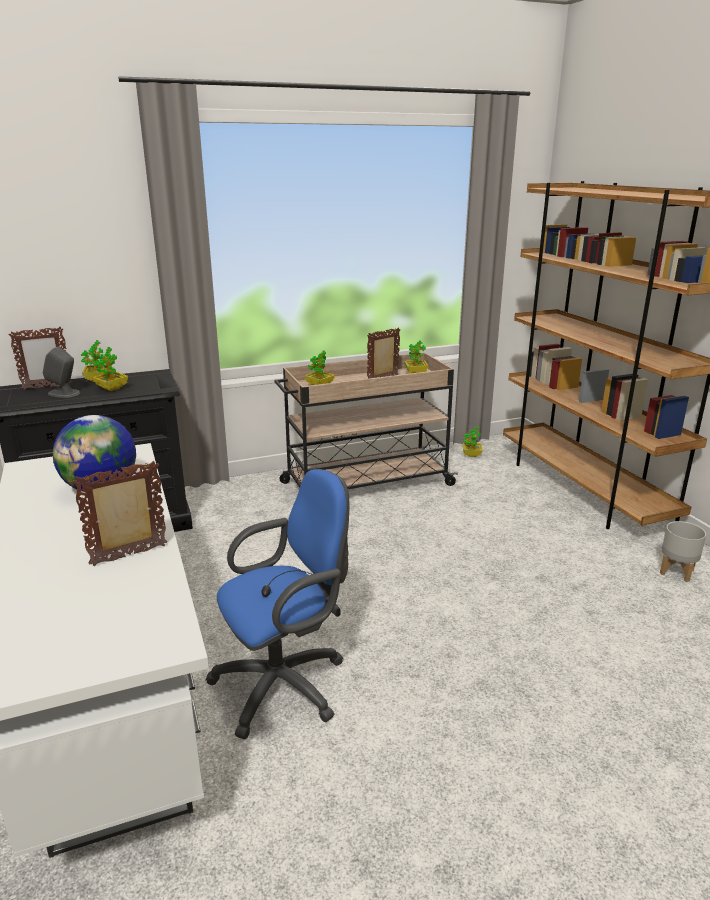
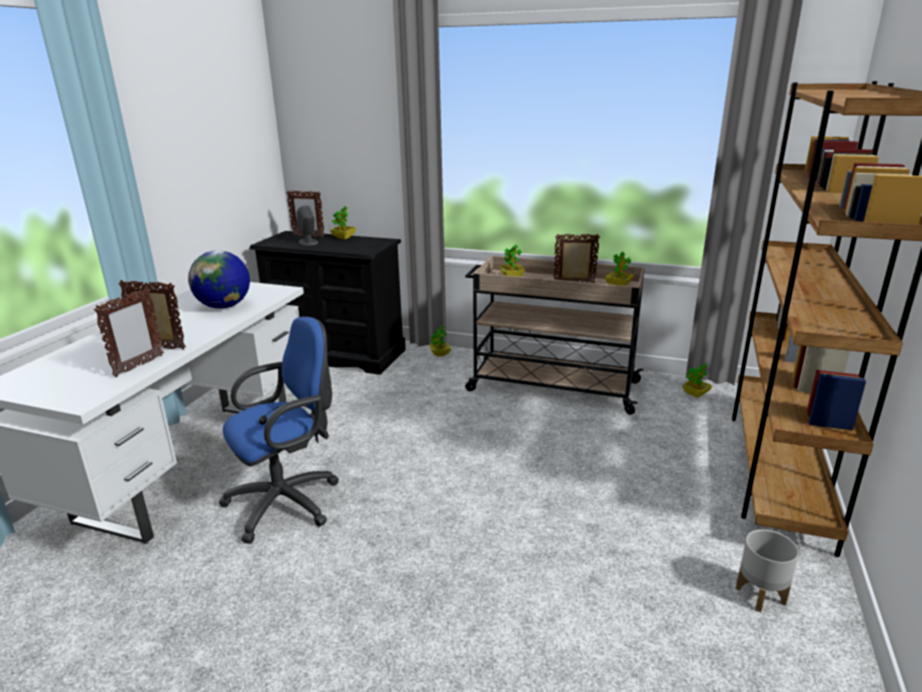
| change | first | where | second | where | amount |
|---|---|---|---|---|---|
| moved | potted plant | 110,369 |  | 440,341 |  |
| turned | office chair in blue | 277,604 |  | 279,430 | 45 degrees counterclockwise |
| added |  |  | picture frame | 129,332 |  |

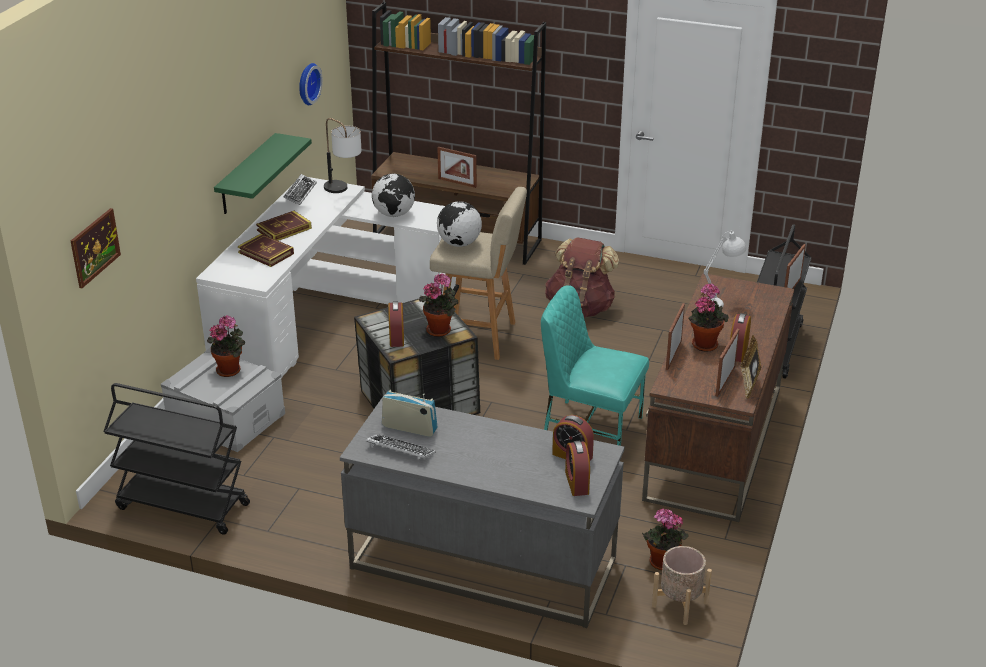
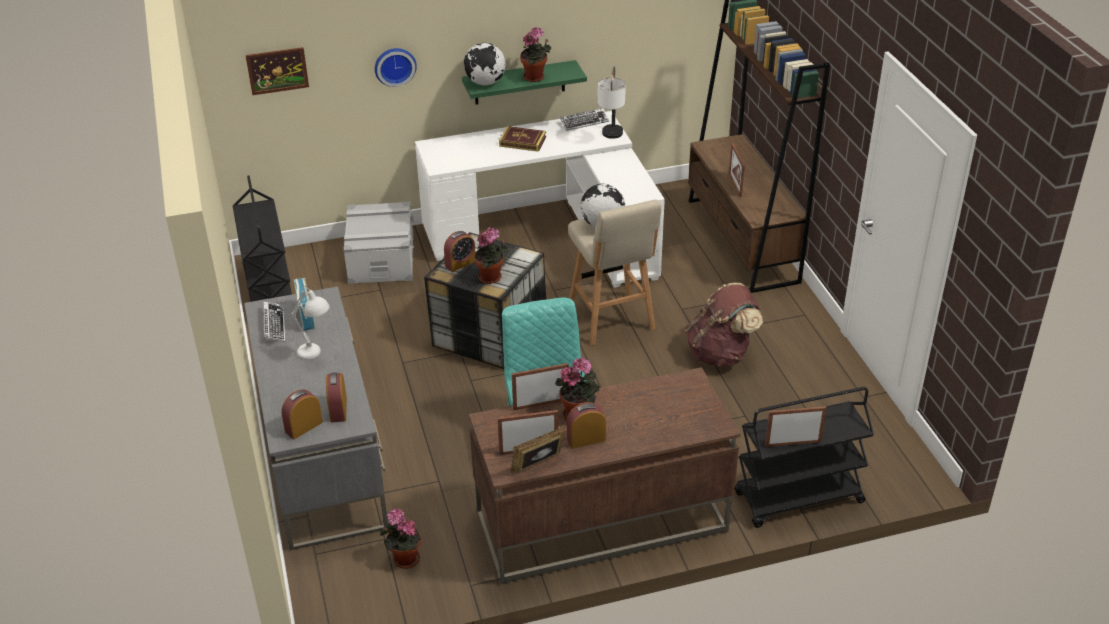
| change | first | where | second | where | amount |
|---|---|---|---|---|---|
| moved | wall clock | 311,84 |  | 396,67 |  |
| moved | globe | 393,195 |  | 485,64 |  |
| moved | table lamp in white | 725,269 |  | 310,324 |  |
| removed | book | 266,250 |  |  |  |
| moved | potted plant | 226,346 |  | 535,54 |  |
| removed | planter in beige | 682,585 |  |  |  |

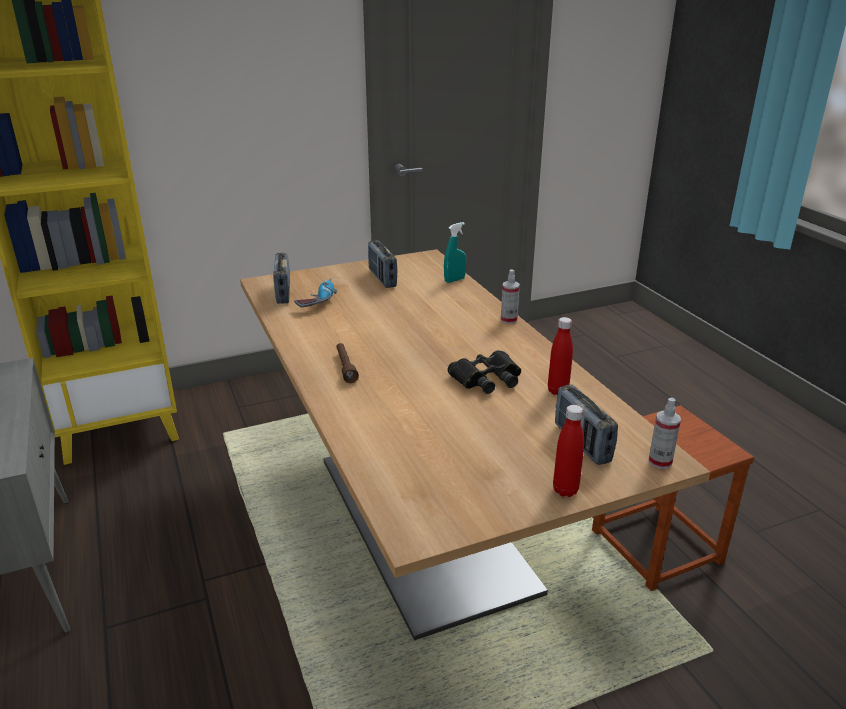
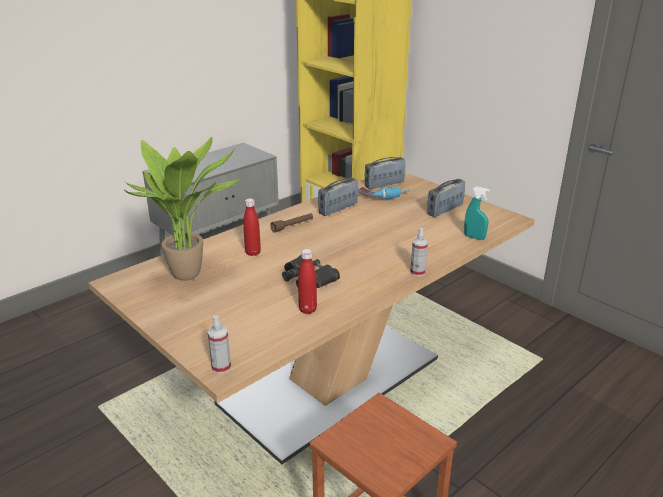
| change | first | where | second | where | amount |
|---|---|---|---|---|---|
| moved | radio | 586,424 |  | 338,197 |  |
| moved | bottle in red | 568,451 |  | 252,227 |  |
| added |  |  | potted plant | 182,209 |  |

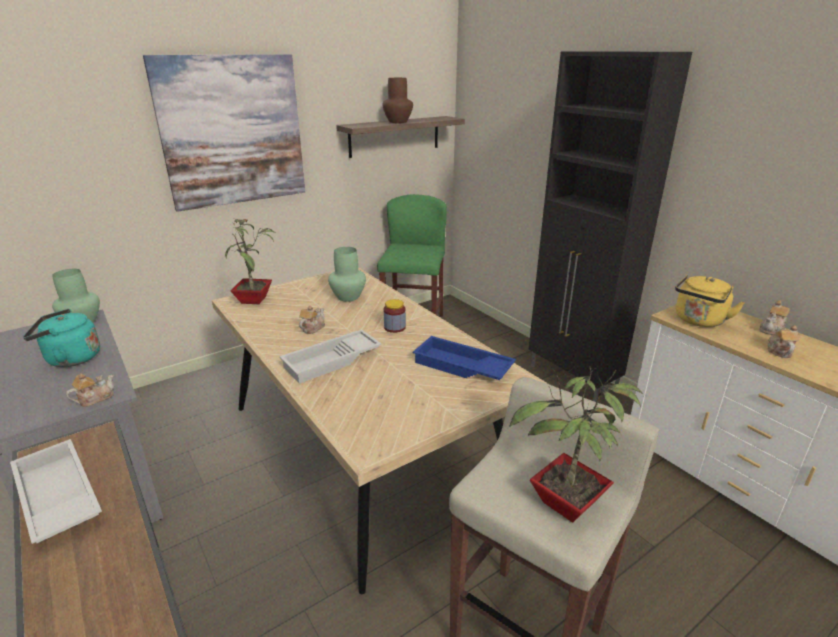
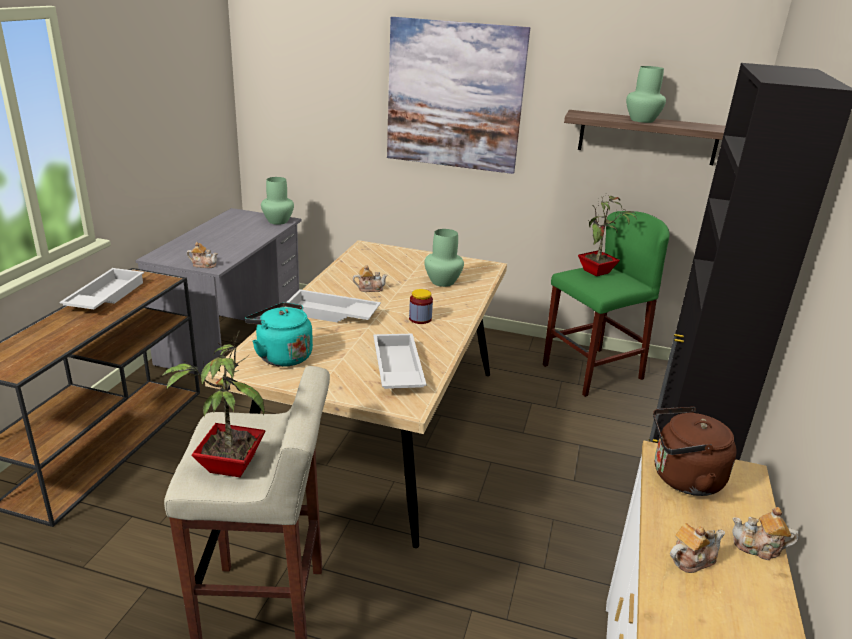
| change | first | where | second | where | amount |
|---|---|---|---|---|---|
| recoloured | vase in brown | 398,100 | vase in green | 646,94 |  |
| moved | potted plant | 251,261 |  | 607,235 |  |
| recoloured | kettle in yellow | 710,301 | kettle in brown | 695,451 |  |
| moved | kettle in turquoise | 61,338 |  | 279,334 |  |
| recoloured | tray in blue | 464,358 | tray in white | 400,361 |  |

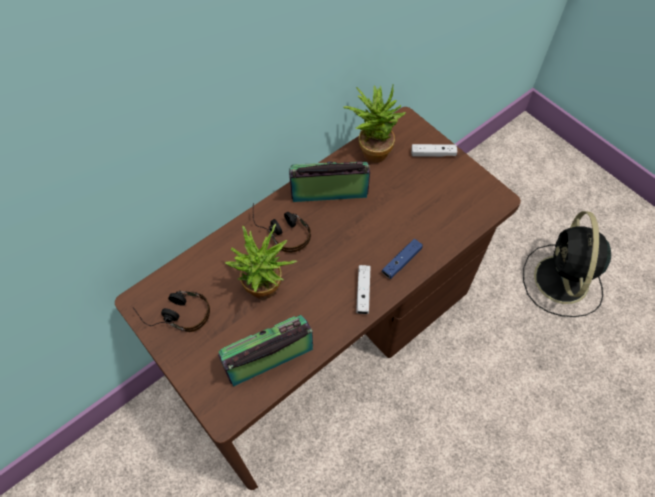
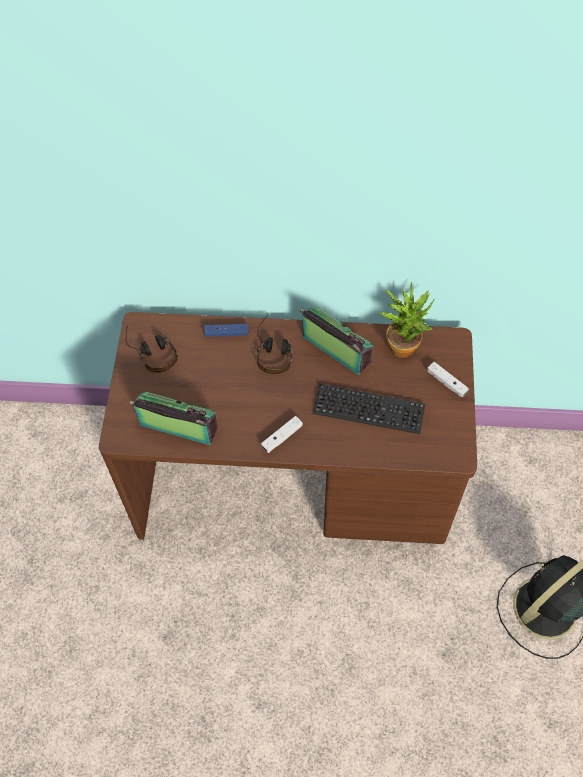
| change | first | where | second | where | amount |
|---|---|---|---|---|---|
| removed | potted plant | 261,261 |  |  |  |
| moved | game controller in blue | 402,259 |  | 226,330 |  |
| added |  |  | keyboard | 369,409 |  |

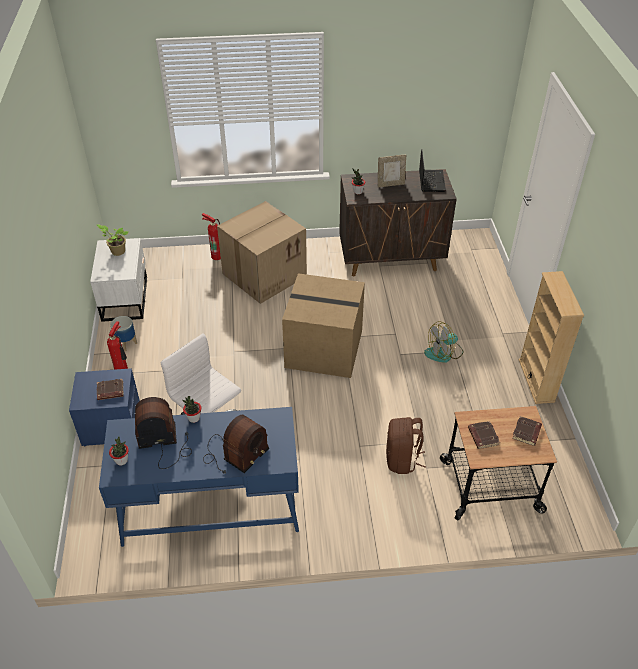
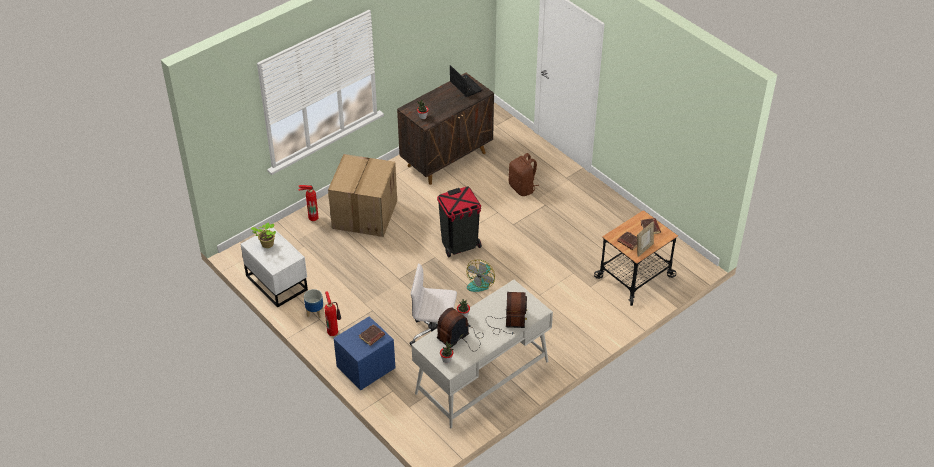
| change | first | where | second | where | amount |
|---|---|---|---|---|---|
| moved | picture frame | 392,171 |  | 645,239 |  |
| removed | bookcase in beige | 551,337 |  |  |  |
| replaced | cardboard box | 323,325 | trash can in black | 459,221 |  |
| moved | fan | 443,342 |  | 481,276 |  |
| recoloured | desk in blue | 199,477 | desk in white | 482,354 |  |
| moved | backpack in brown | 406,445 |  | 524,174 |  |

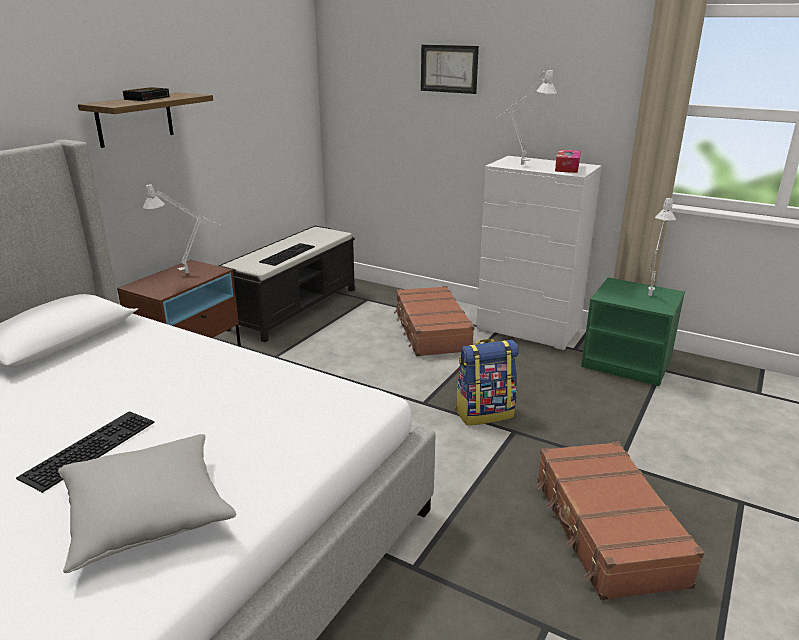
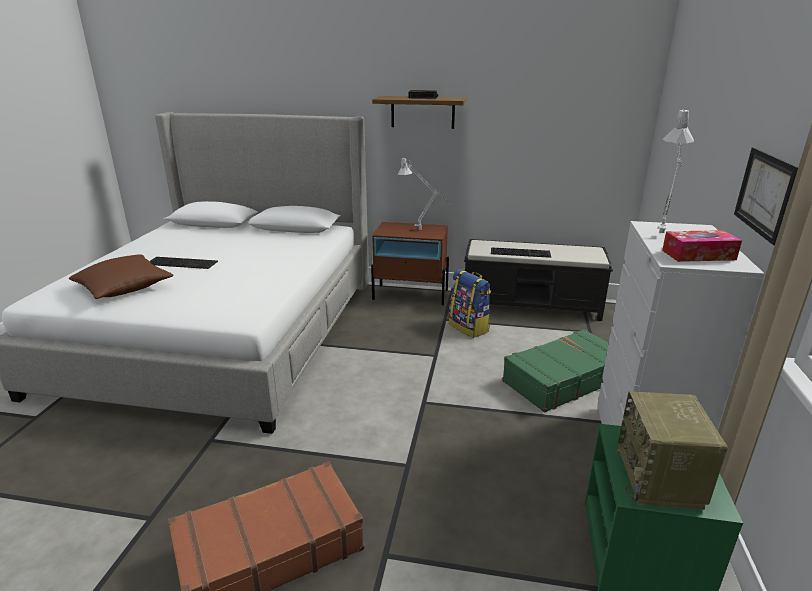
| change | first | where | second | where | amount |
|---|---|---|---|---|---|
| moved | picture | 450,69 |  | 766,196 |  |
| replaced | table lamp in grey | 662,246 | radio | 672,450 |  |
| recoloured | suitcase in brown | 434,321 | suitcase in green | 555,371 |  |
| moved | backpack | 487,382 |  | 470,303 |  |
| recoloured | pillow in grey | 147,503 | pillow in brown | 121,277 |  |

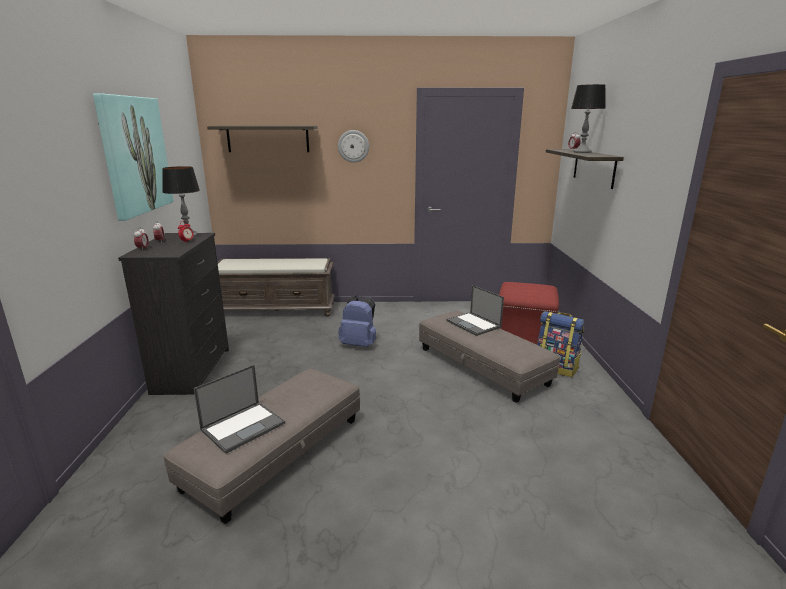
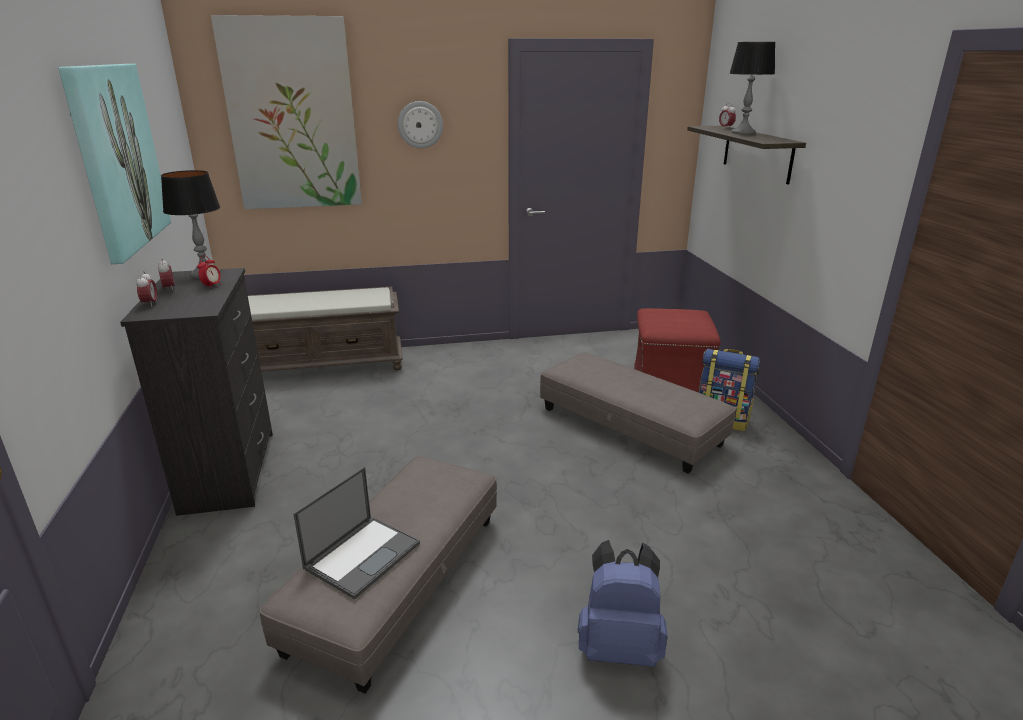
| change | first | where | second | where | amount |
|---|---|---|---|---|---|
| replaced | shelf | 262,139 | picture | 286,112 |  |
| removed | laptop | 475,310 |  |  |  |
| moved | backpack in blue | 357,321 |  | 623,603 |  |

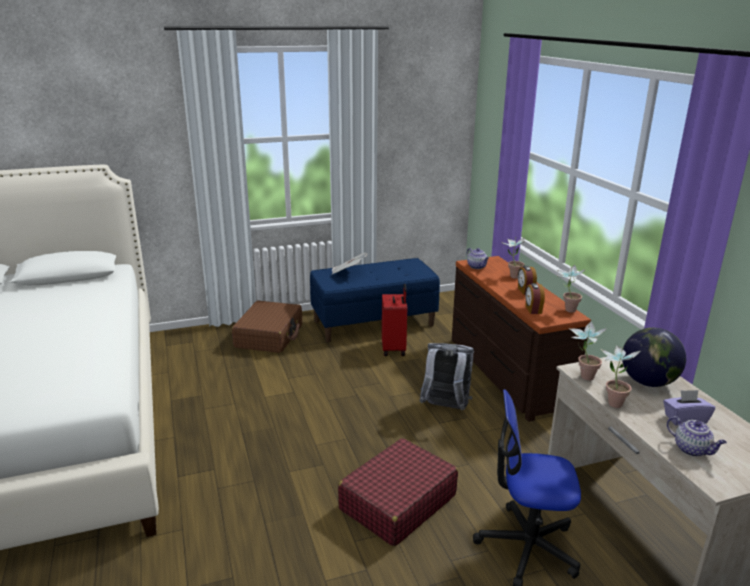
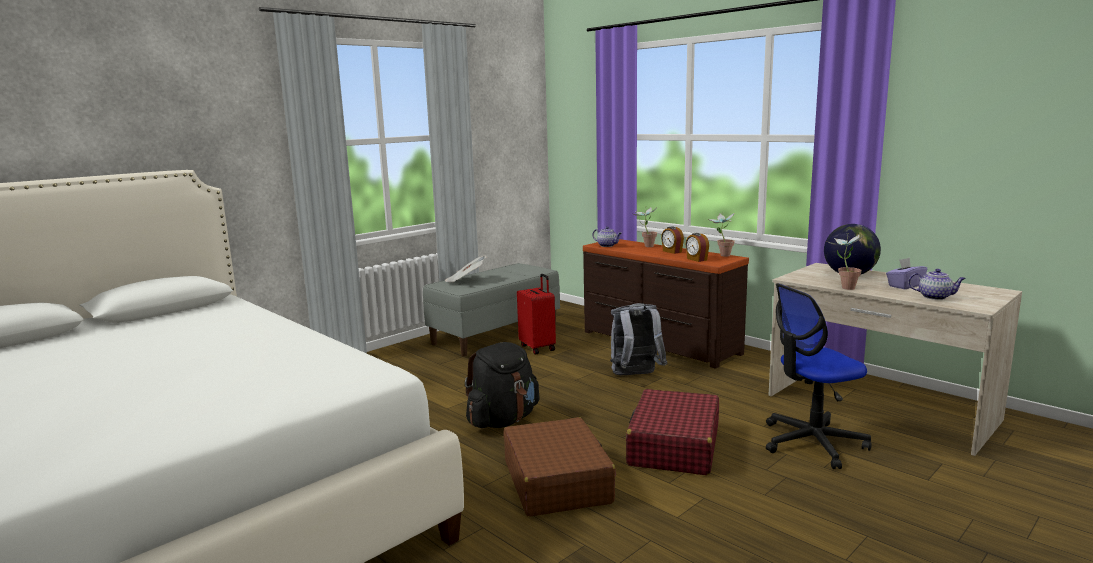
| change | first | where | second | where | amount |
|---|---|---|---|---|---|
| recoloured | bench in blue | 375,300 | bench in grey | 491,310 |  |
| moved | suitcase in brown | 267,327 |  | 559,467 |  |
| removed | potted plant | 588,351 |  |  |  |
| added |  |  | backpack in black | 502,385 |  |

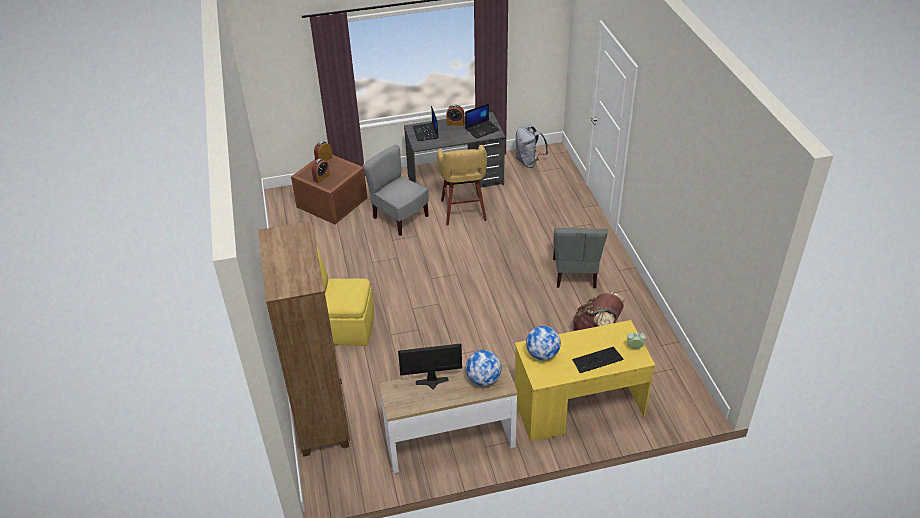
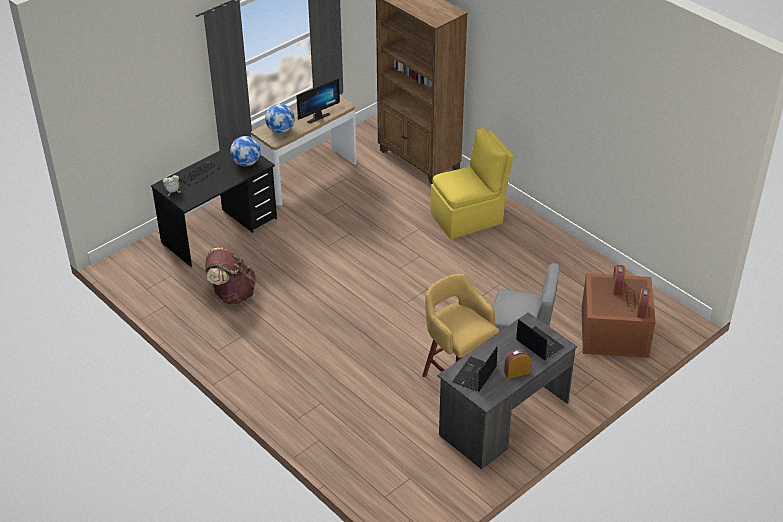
| change | first | where | second | where | amount |
|---|---|---|---|---|---|
| removed | backpack in grey | 531,146 |  |  |  |
| removed | chair in grey | 580,258 |  |  |  |
| recoloured | desk in yellow | 585,381 | desk in black | 214,206 |  |

